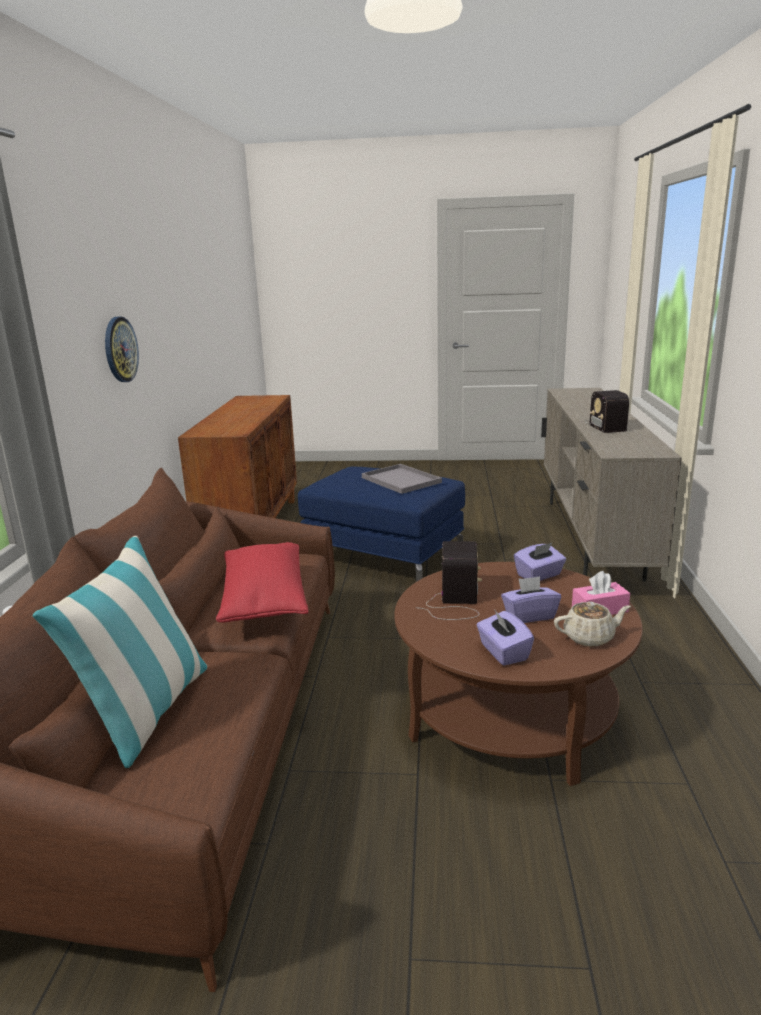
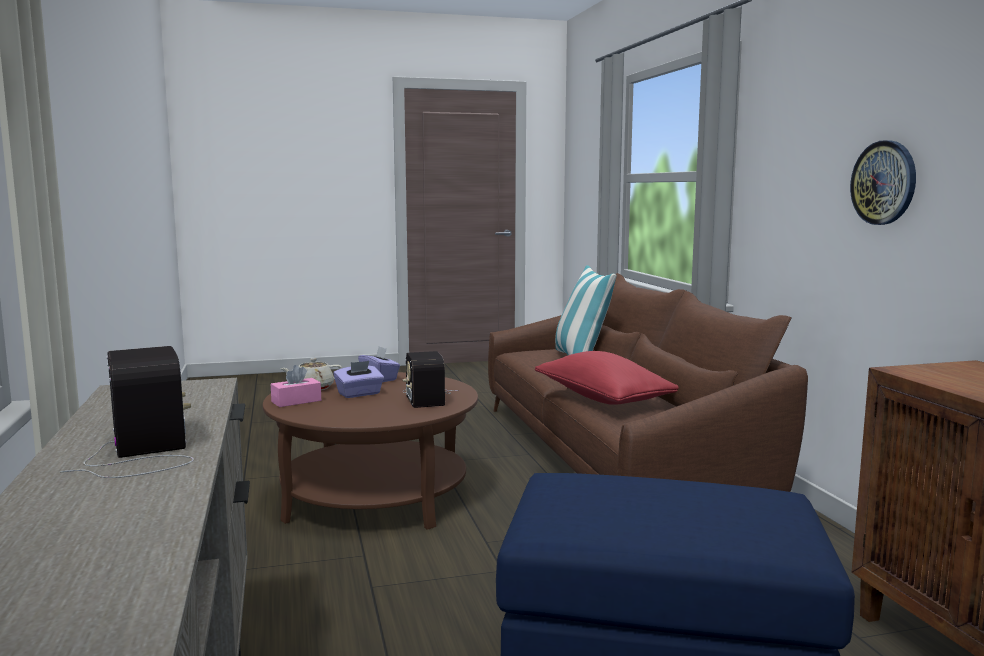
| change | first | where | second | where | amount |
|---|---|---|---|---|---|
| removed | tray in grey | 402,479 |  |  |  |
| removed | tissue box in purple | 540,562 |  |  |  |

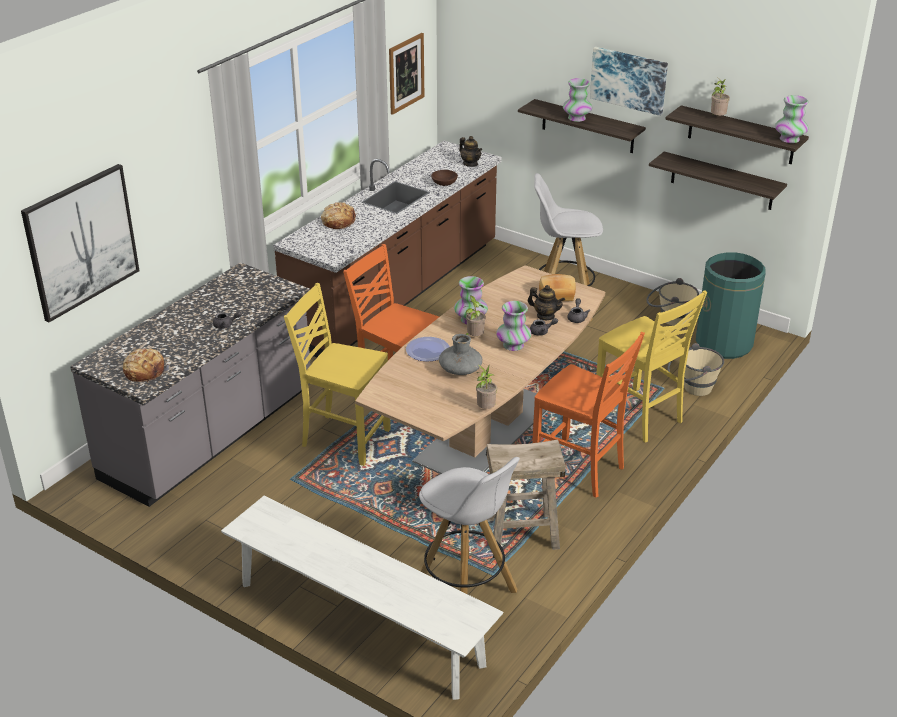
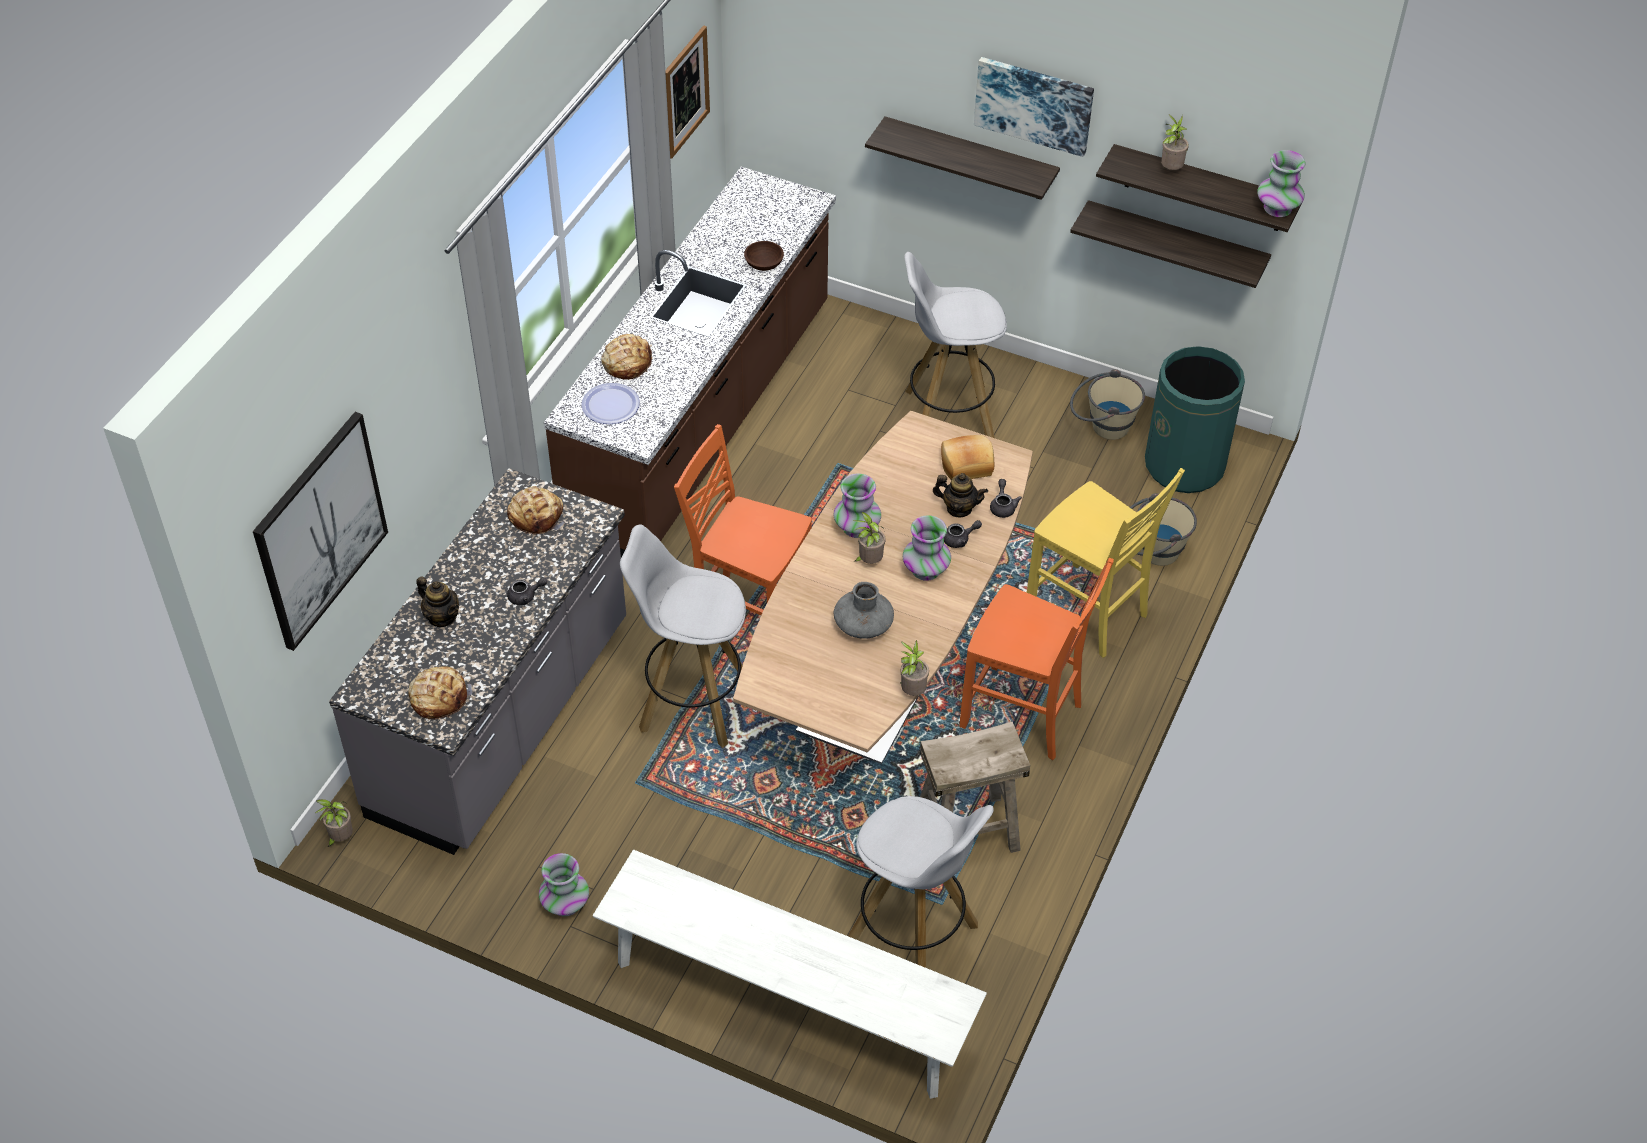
| change | first | where | second | where | amount |
|---|---|---|---|---|---|
| moved | vase | 577,100 |  | 564,885 |  |
| moved | teapot | 470,151 |  | 437,601 |  |
| replaced | chair in yellow | 337,374 | stool in white | 683,636 |  |
| moved | plate | 428,349 |  | 610,403 |  |
| added |  |  | bread | 536,510 |  |
| added |  |  | potted plant | 334,823 |  |

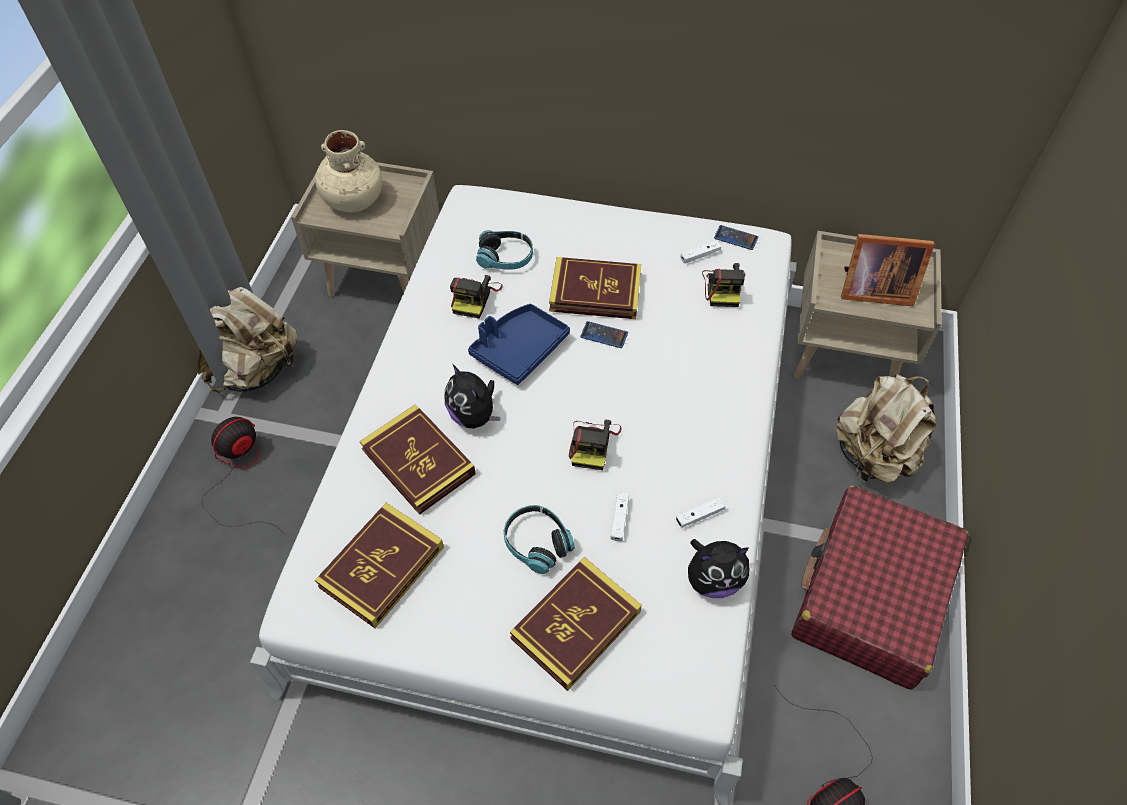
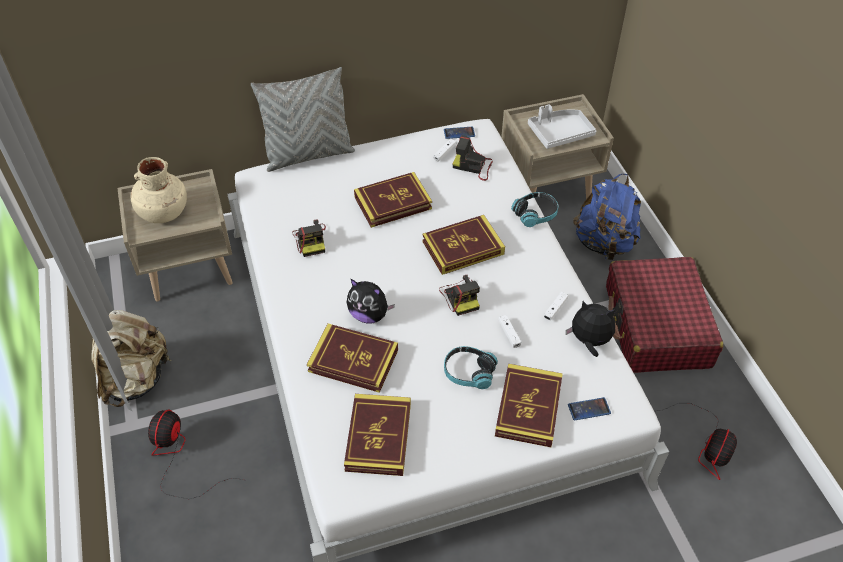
| change | first | where | second | where | amount |
|---|---|---|---|---|---|
| moved | headphones | 504,250 |  | 535,209 |  |
| replaced | picture frame | 888,270 | tray in grey | 562,126 |  |
| turned | photo camera | 723,285 |  | 473,158 | 135 degrees clockwise |
| removed | tray in blue | 519,344 |  |  |  |
| moved | phone | 604,334 |  | 589,409 |  |
| recoloured | backpack in beige | 885,428 | backpack in blue | 607,217 |  |
| turned | plush toy | 718,568 |  | 590,329 | 120 degrees counterclockwise |
| added |  |  | pillow in grey | 303,119 |  |
| added |  |  | book | 464,245 |  |

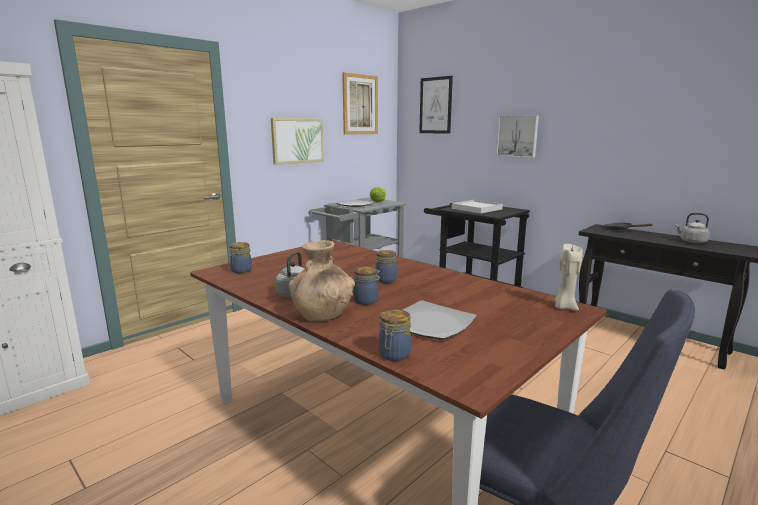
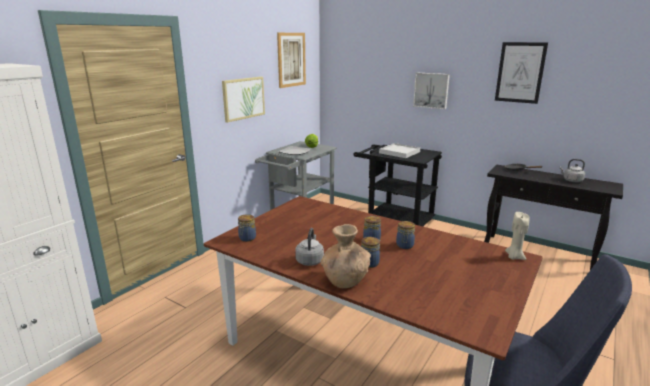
| change | first | where | second | where | amount |
|---|---|---|---|---|---|
| moved | picture | 436,105 |  | 521,73 |  |
| removed | plate | 440,320 |  |  |  |
| moved | jar | 395,335 |  | 405,235 |  |

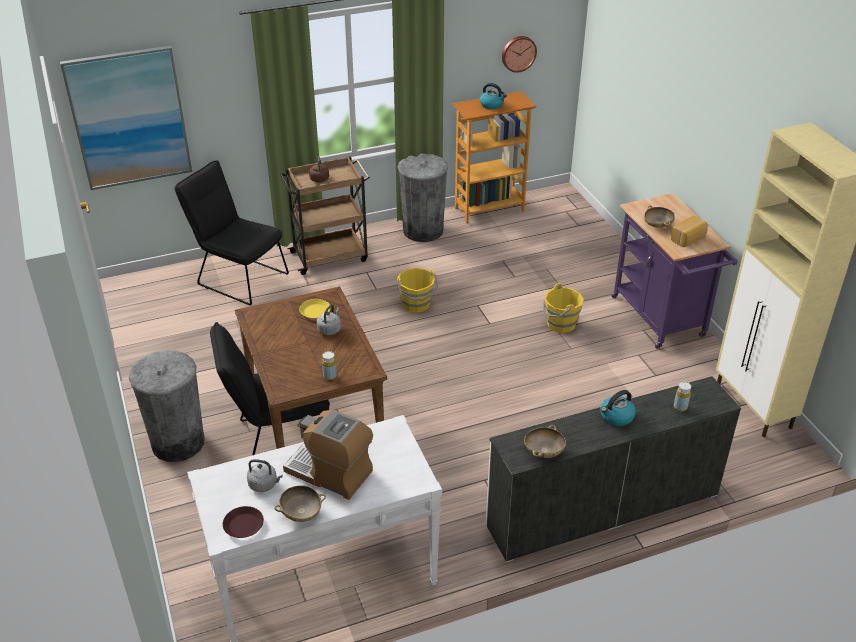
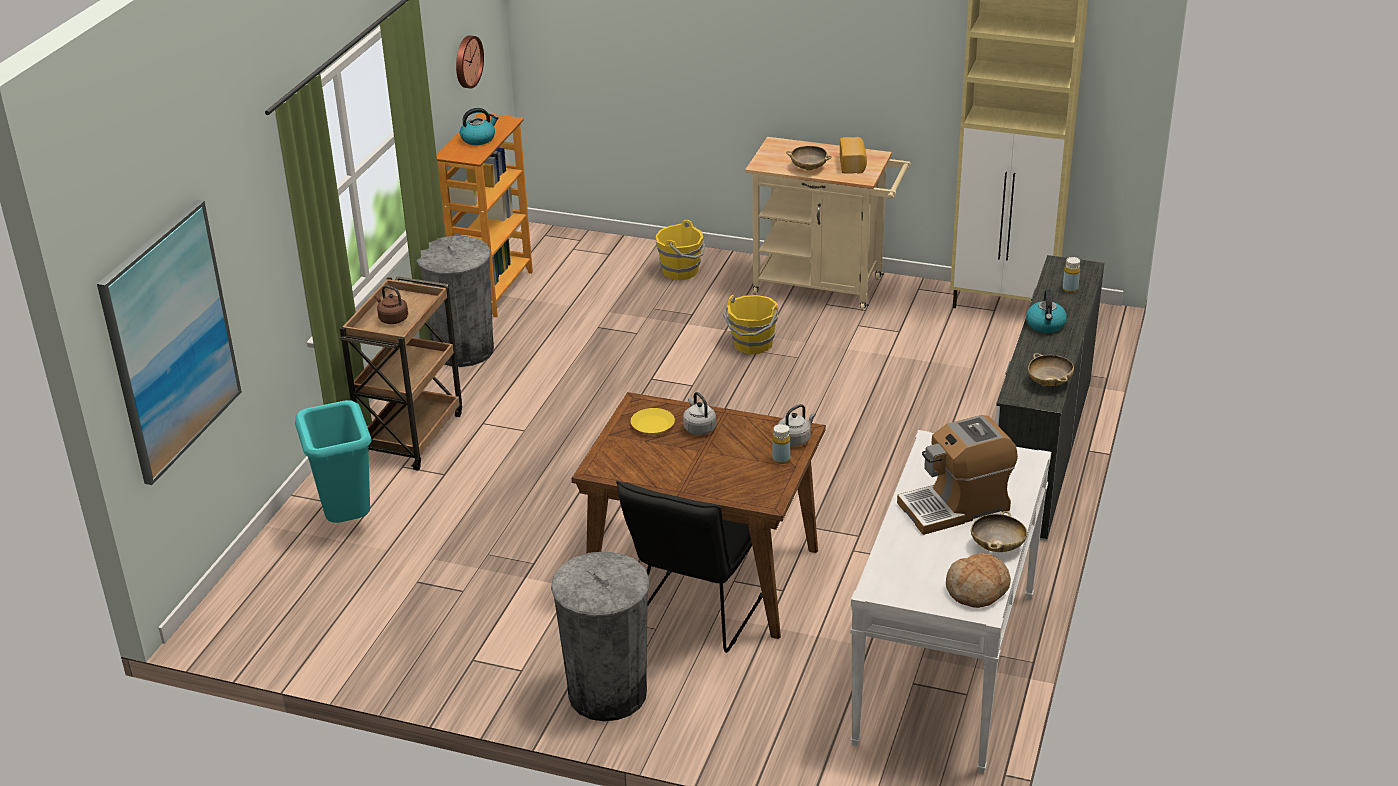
| change | first | where | second | where | amount |
|---|---|---|---|---|---|
| replaced | chair in black | 231,232 | trash can in turquoise | 333,461 |  |
| recoloured | cart in purple | 674,271 | cart in beige | 828,224 |  |
| moved | bucket in yellow | 417,290 |  | 680,250 |  |
| moved | kettle in grey | 265,475 |  | 797,425 |  |
| replaced | plate in brown | 243,522 | bread | 978,580 |  |

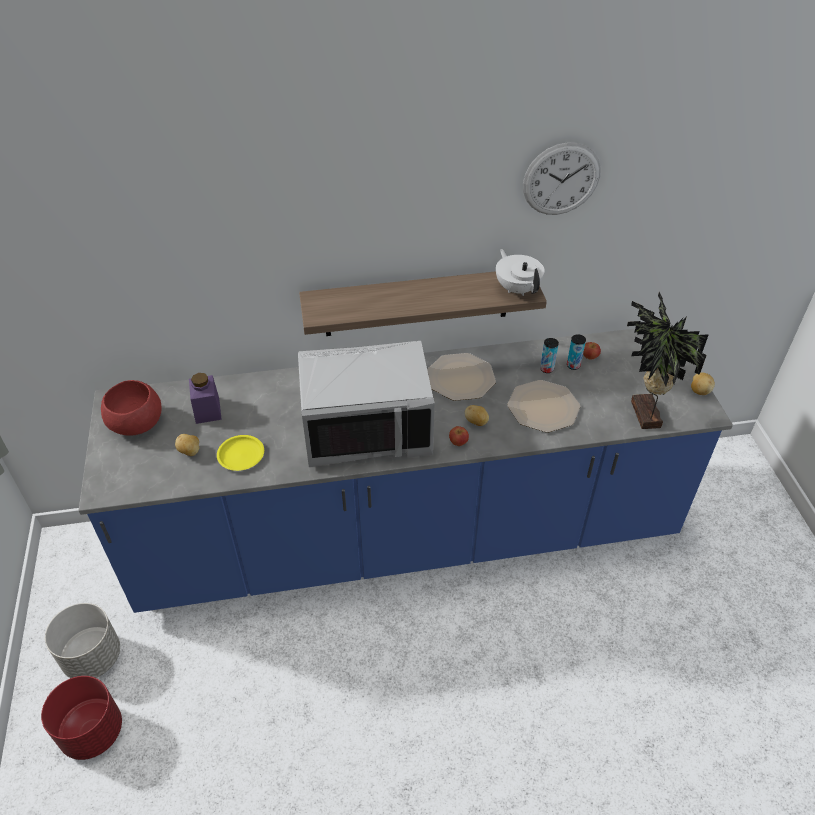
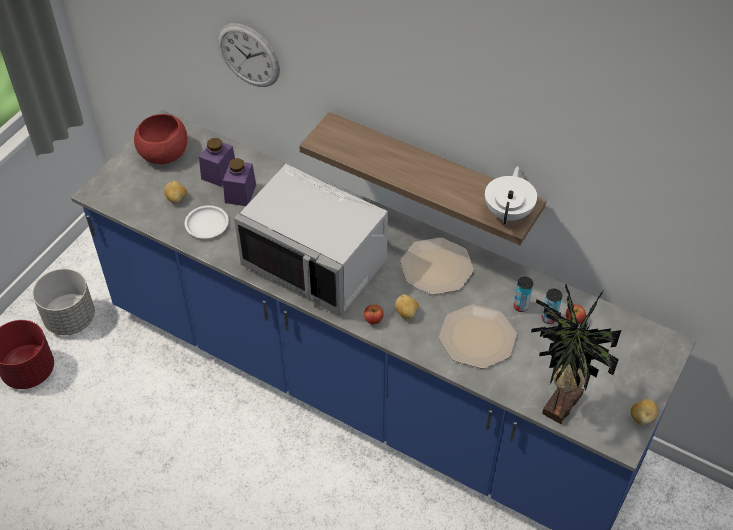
| change | first | where | second | where | amount |
|---|---|---|---|---|---|
| moved | wall clock | 562,178 |  | 249,55 |  |
| recoloured | plate in yellow | 240,453 | plate in white | 207,221 |  |
| added |  |  | jar in purple | 239,182 |  |

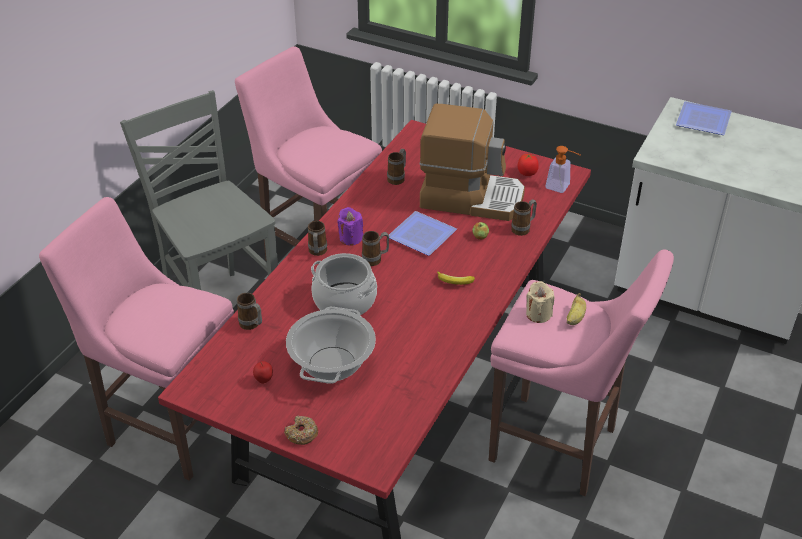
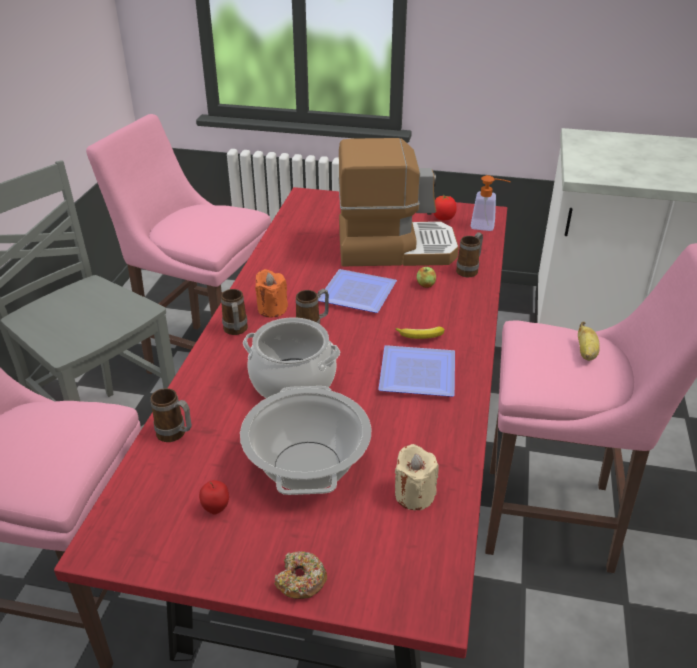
| change | first | where | second | where | amount |
|---|---|---|---|---|---|
| moved | plate | 704,118 |  | 416,371 |  |
| removed | mug | 396,167 |  |  |  |
| recoloured | candle in purple | 350,226 | candle in orange | 271,293 |  |
| moved | candle in beige | 540,302 |  | 417,477 |  |

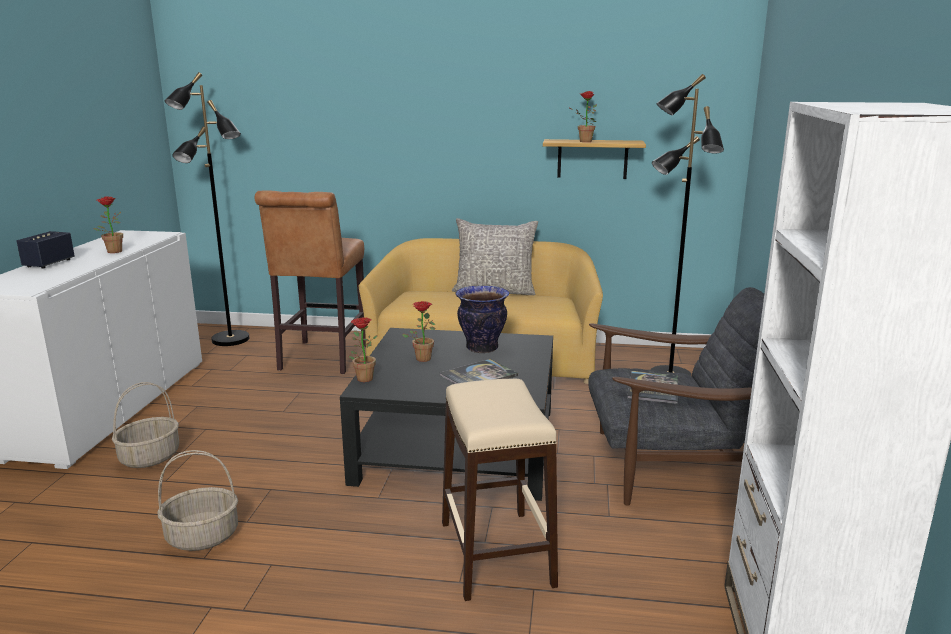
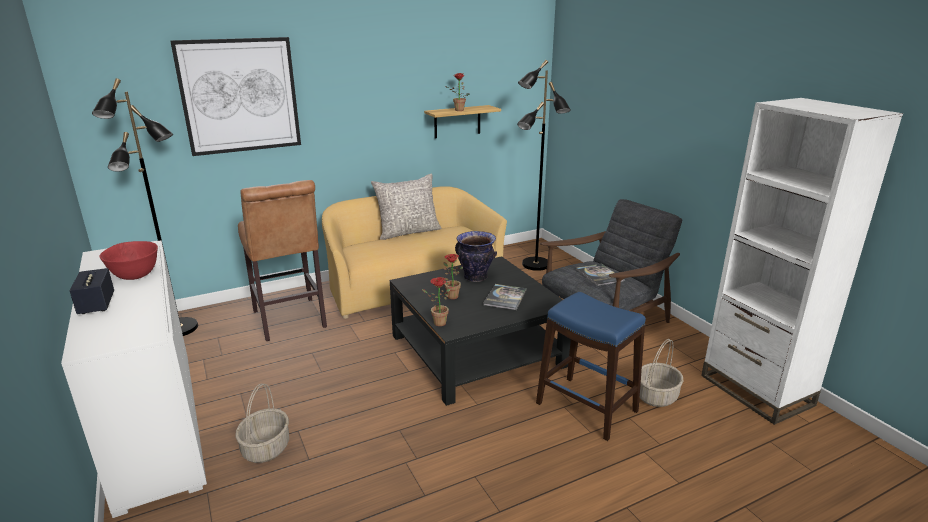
| change | first | where | second | where | amount |
|---|---|---|---|---|---|
| replaced | potted plant | 108,224 | bowl in red | 128,260 |  |
| recoloured | stool in beige | 500,490 | stool in blue | 591,366 |  |
| moved | basket | 198,500 |  | 661,373 |  |
| added |  |  | picture | 235,96 |  |

